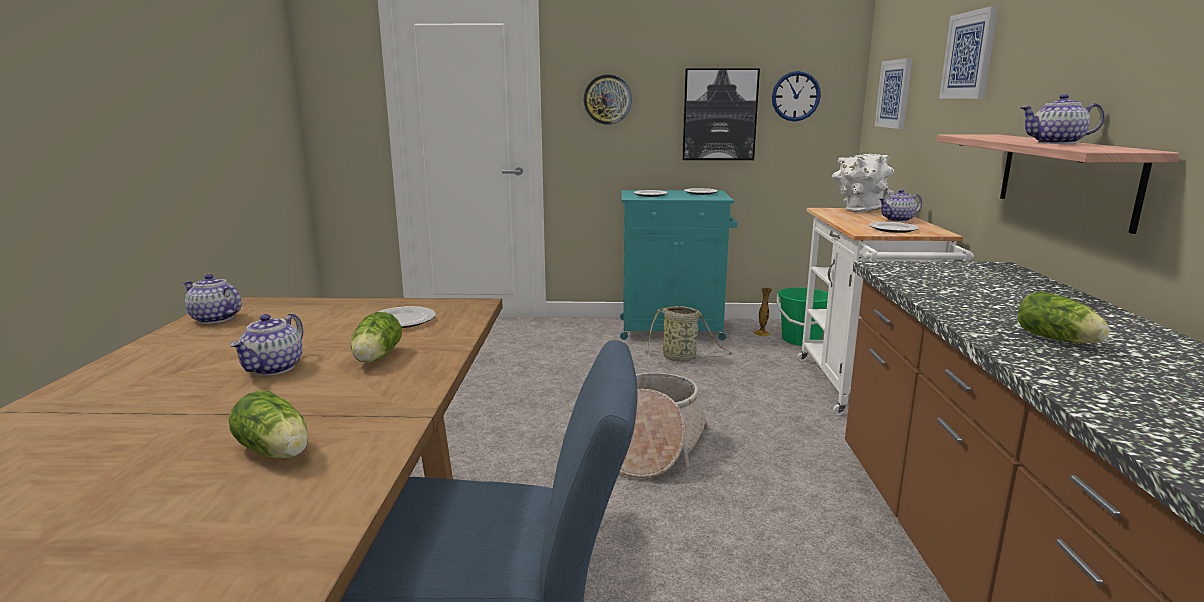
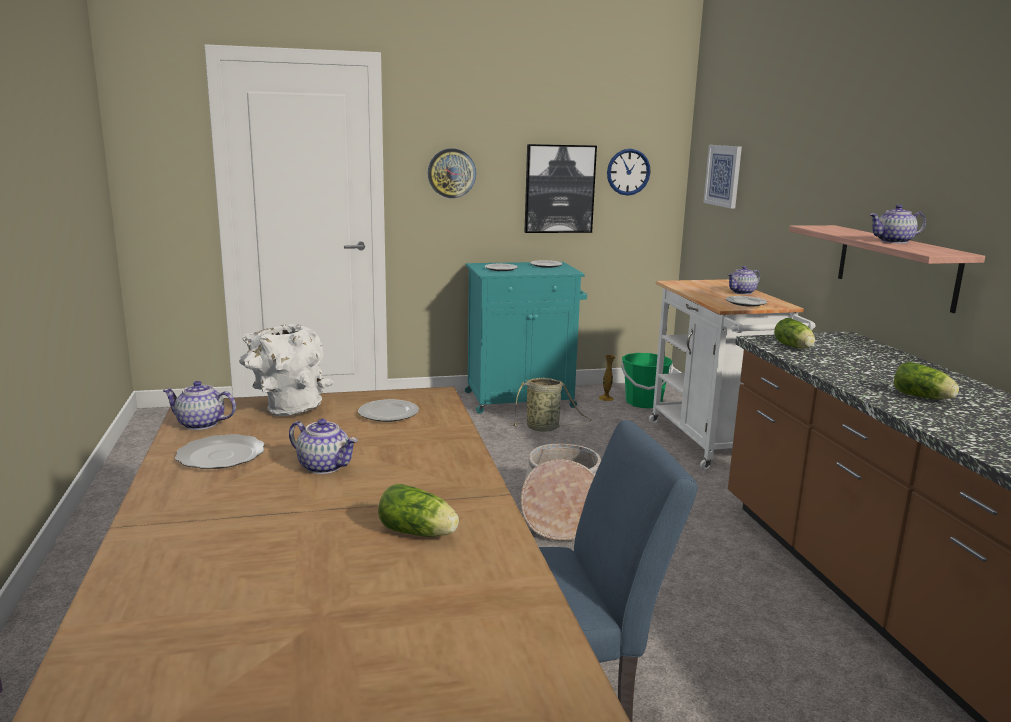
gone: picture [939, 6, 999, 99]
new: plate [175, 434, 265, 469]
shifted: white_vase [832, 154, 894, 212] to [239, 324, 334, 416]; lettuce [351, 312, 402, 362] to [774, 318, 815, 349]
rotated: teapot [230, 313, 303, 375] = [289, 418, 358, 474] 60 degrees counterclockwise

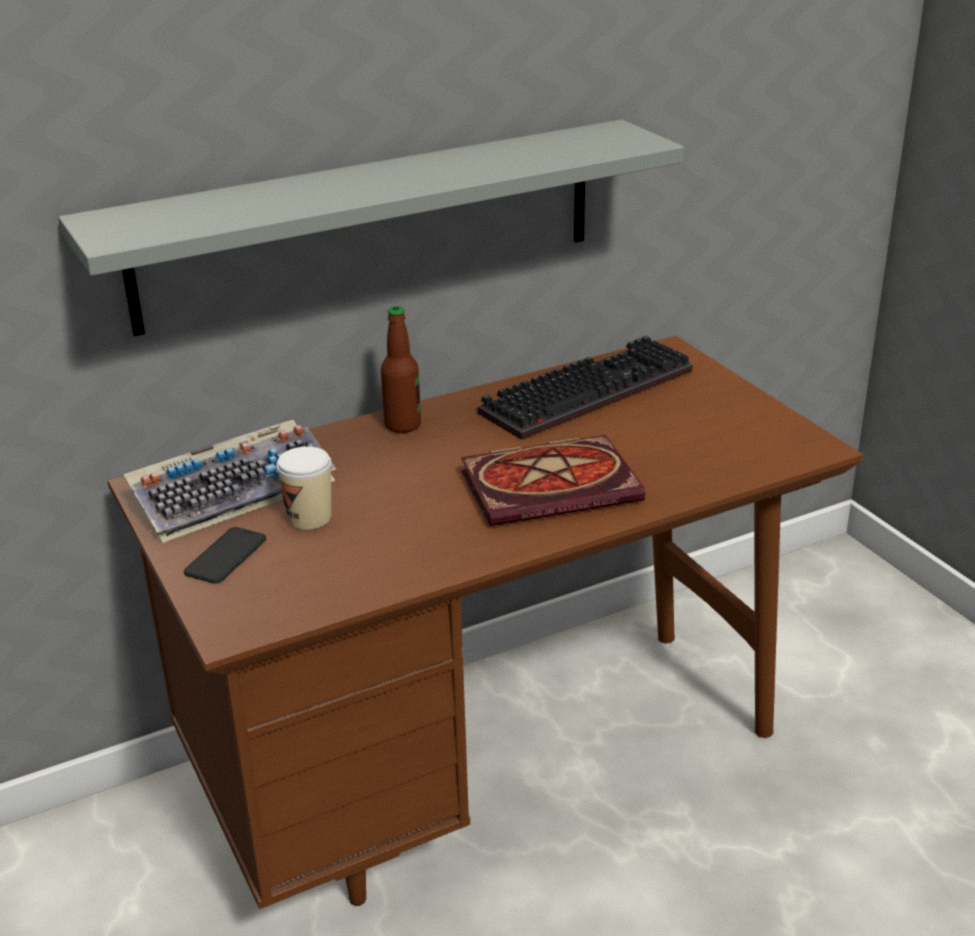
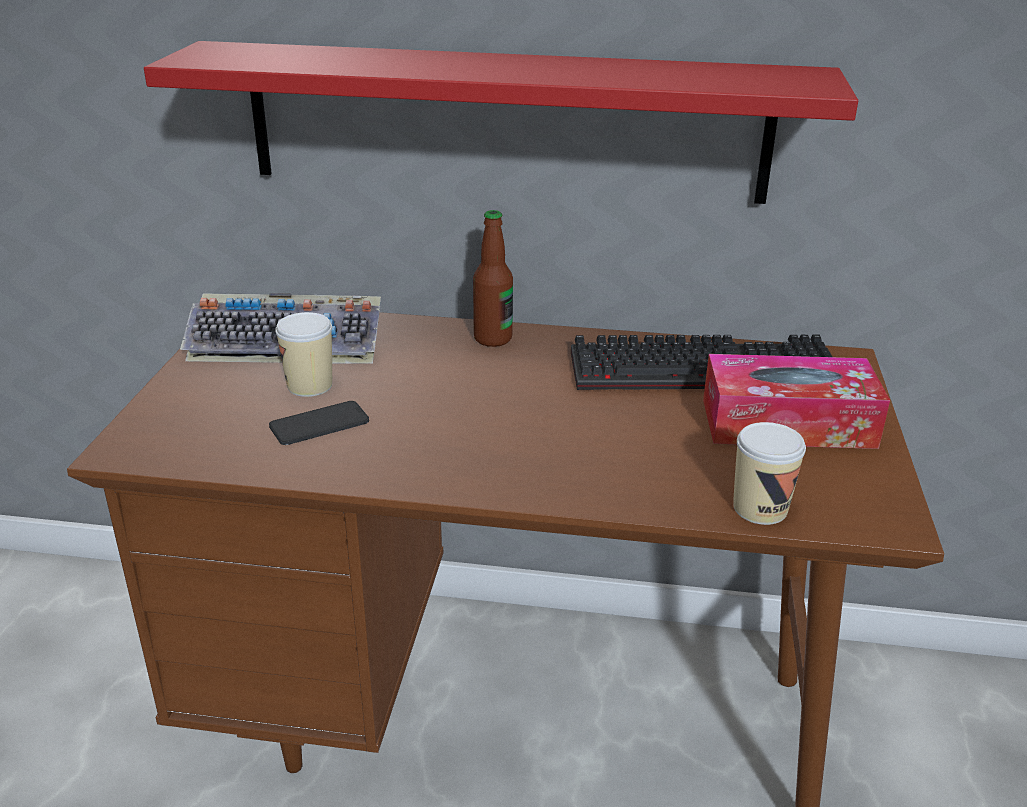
gone: book [461, 435, 645, 526]
new: tissue_box [703, 354, 890, 449]; cup [733, 422, 806, 525]
shifted: phone [184, 527, 266, 584] to [269, 401, 369, 445]
repainted: grey_shelf [58, 120, 684, 336] to red_shelf [144, 41, 858, 204]

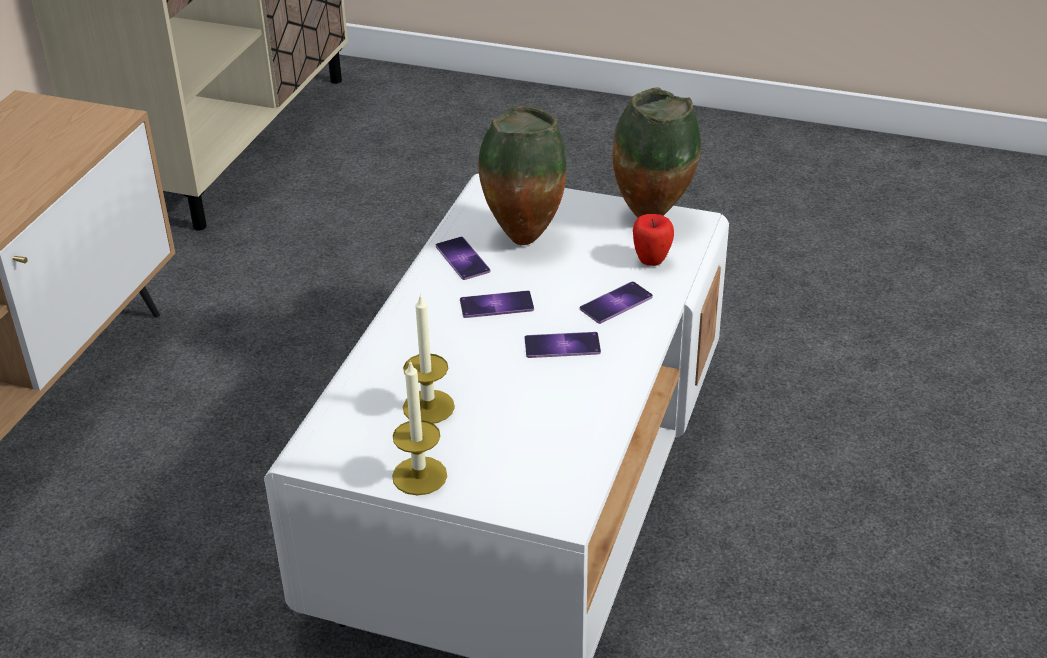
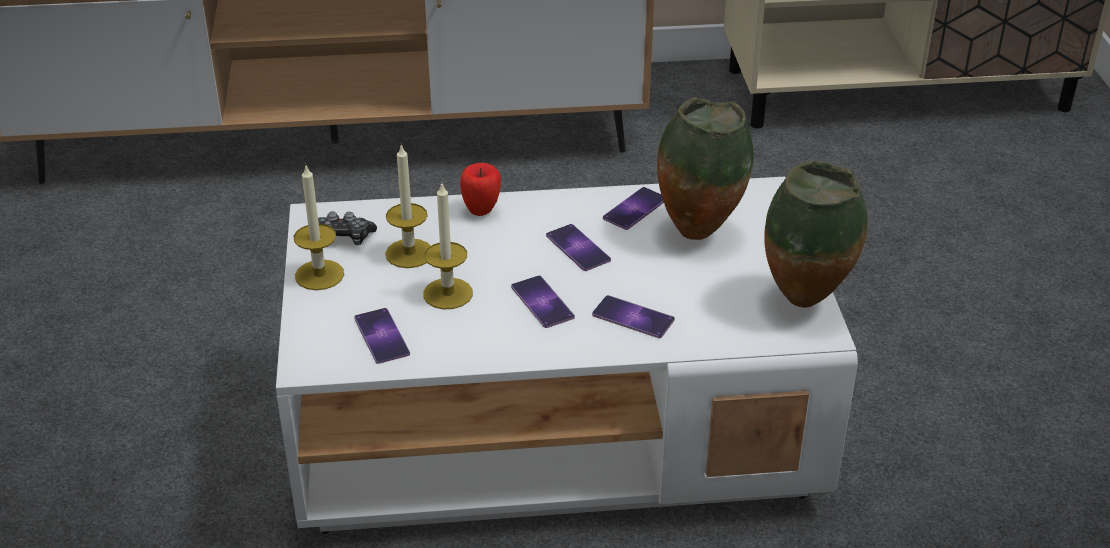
new: game_controller [318, 211, 377, 245]; phone [354, 308, 410, 364]; candle [423, 181, 473, 309]
shifted: apple [633, 214, 674, 266] to [460, 163, 501, 216]

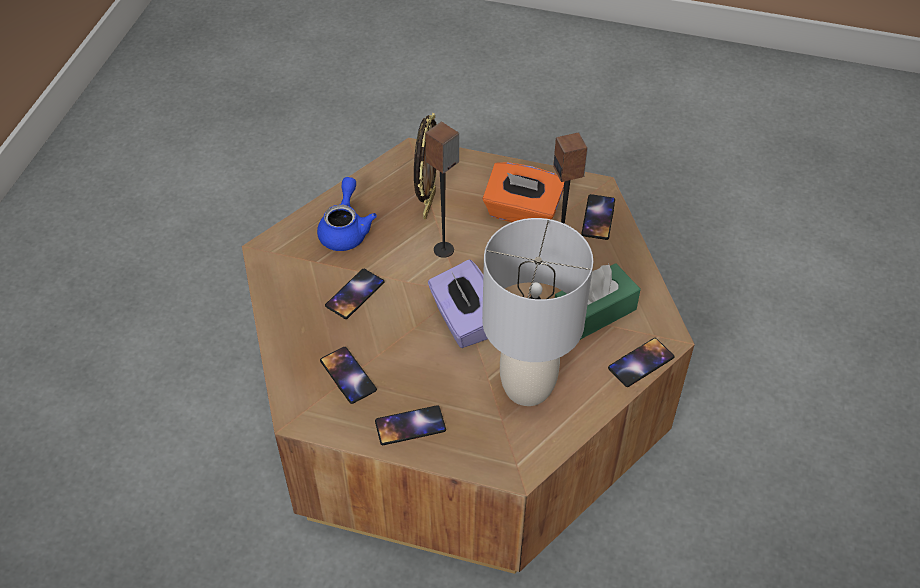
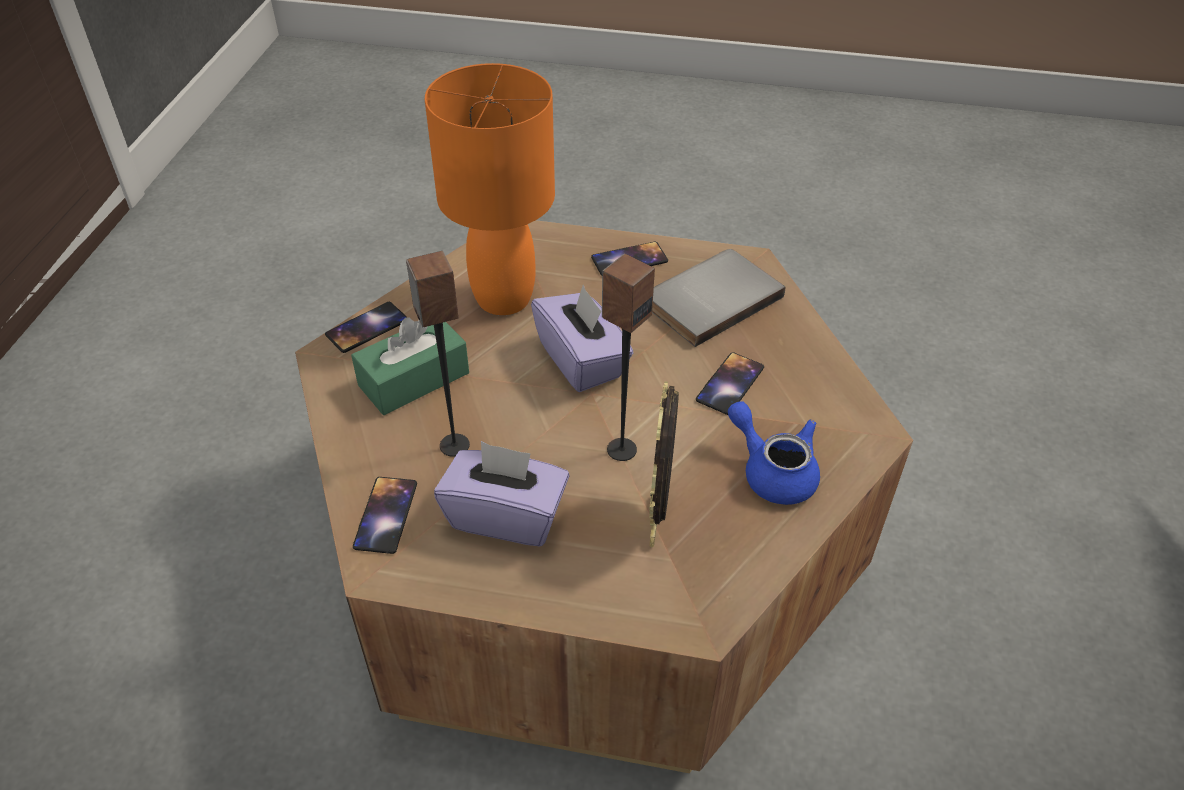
swapped: phone [320, 347, 377, 404] to grey_book [652, 249, 785, 347]
repainted: grey_table_lamp [482, 218, 593, 406] to orange_table_lamp [425, 63, 555, 315]; orange_tissue_box [482, 162, 564, 222] to purple_tissue_box [434, 441, 569, 546]
rotated: blue_teapot [317, 177, 377, 251] = [728, 401, 820, 505] 135 degrees clockwise

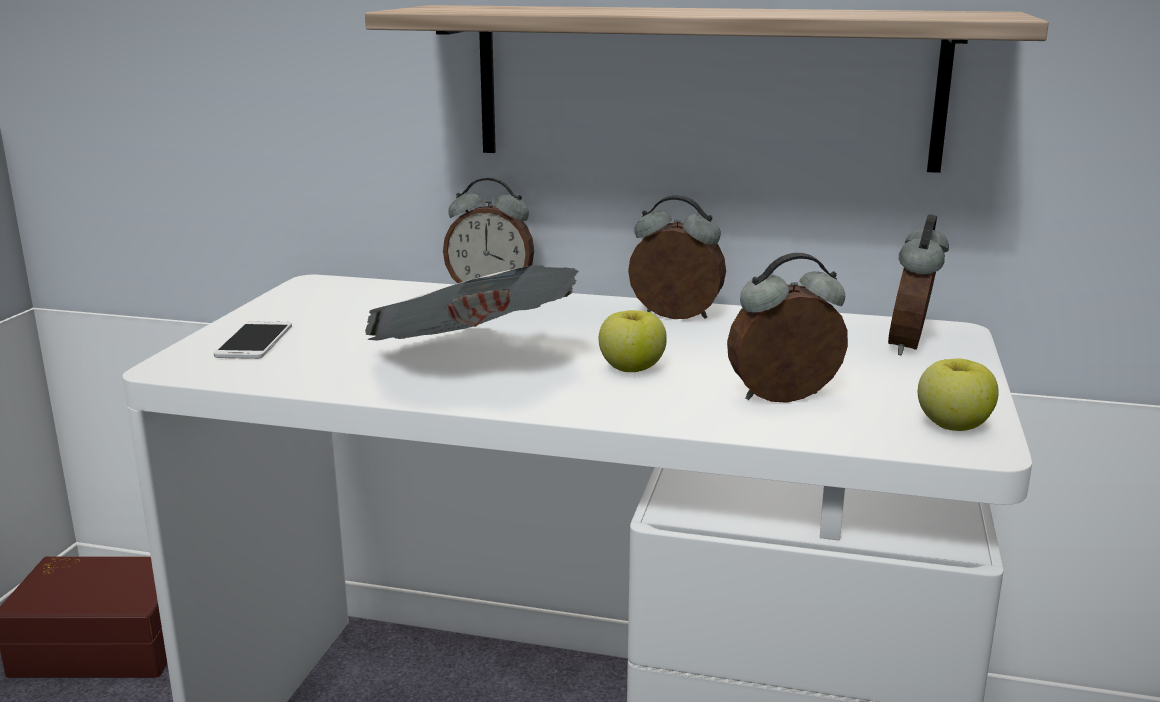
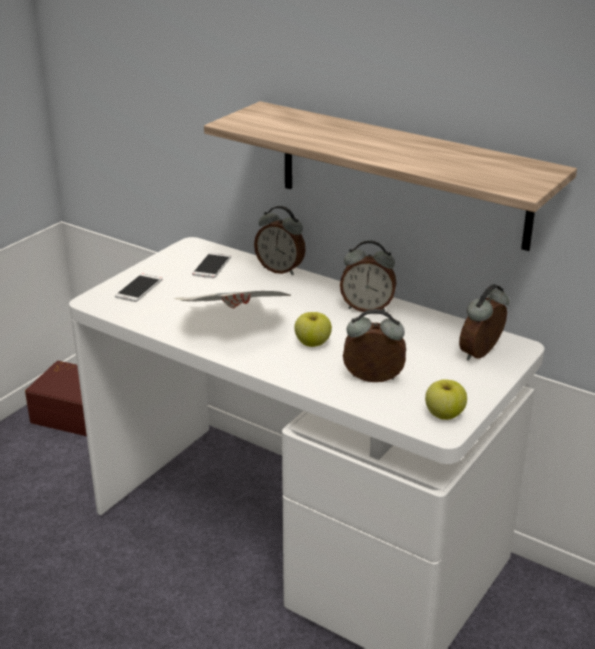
new: phone [192, 252, 231, 278]
rotated: alarm_clock [628, 195, 726, 319] = [340, 240, 396, 312] 150 degrees clockwise

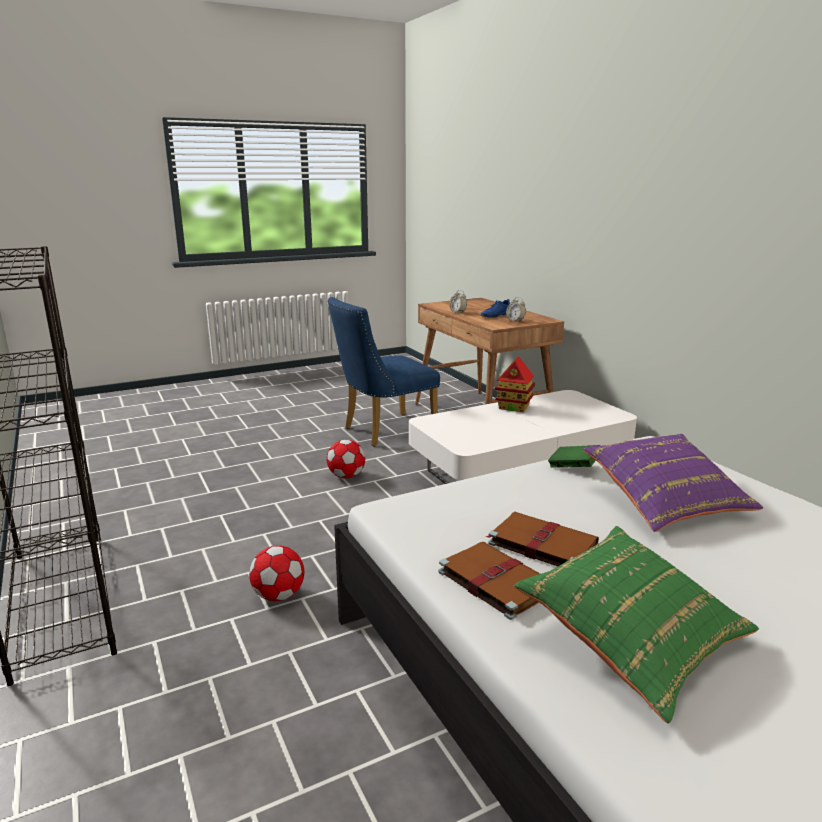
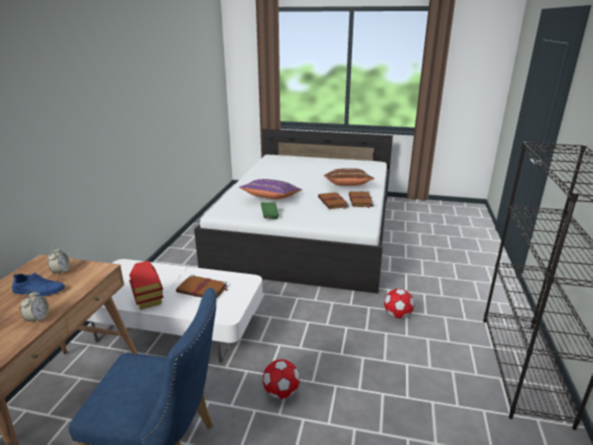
new: brown_book [176, 275, 229, 297]
repainted: green_pillow [514, 526, 759, 724] to brown_pillow [323, 168, 375, 186]

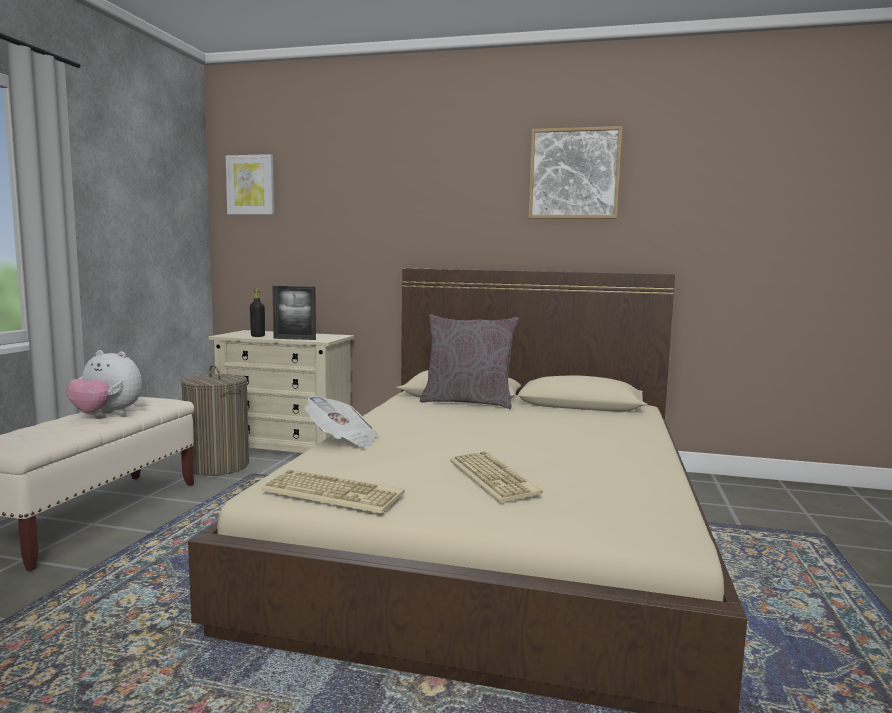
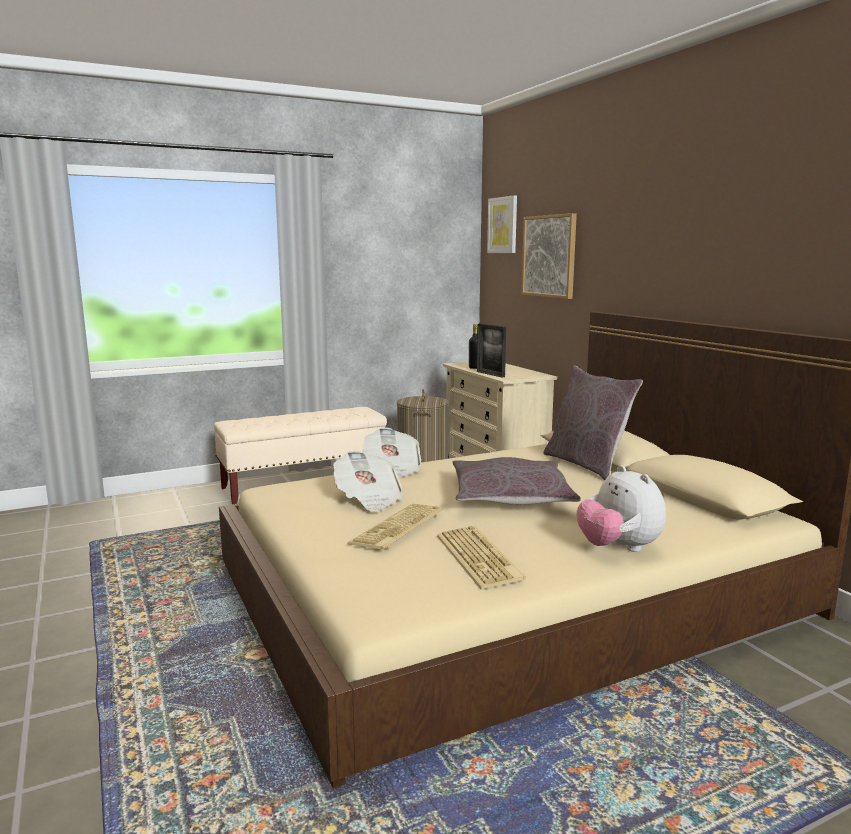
new: newspaper [333, 451, 404, 512]; grey_pillow [453, 457, 581, 505]
shifted: keyboard [261, 470, 405, 513] to [437, 526, 526, 590]; picture [528, 126, 622, 219] to [521, 213, 577, 299]; plush_toy [66, 350, 142, 415] to [577, 465, 666, 552]

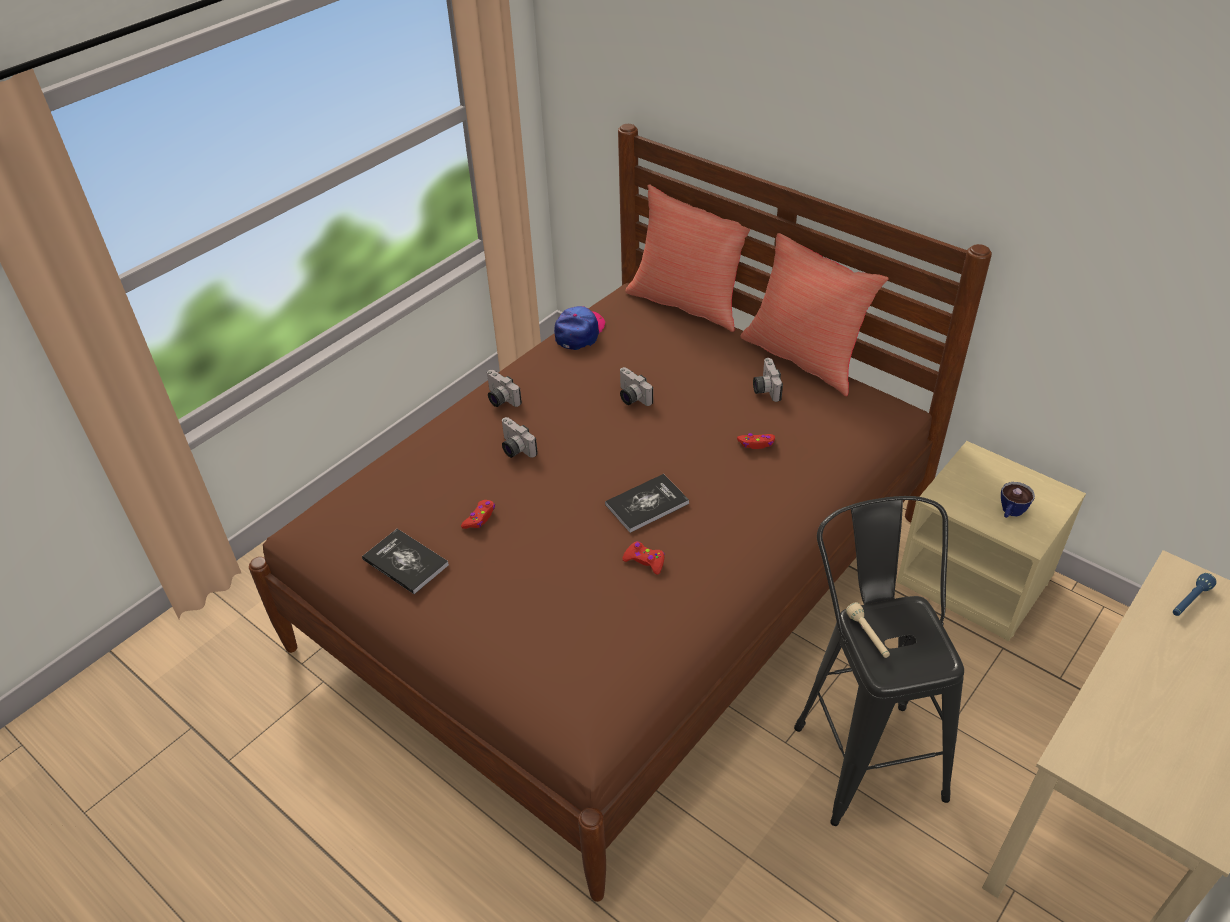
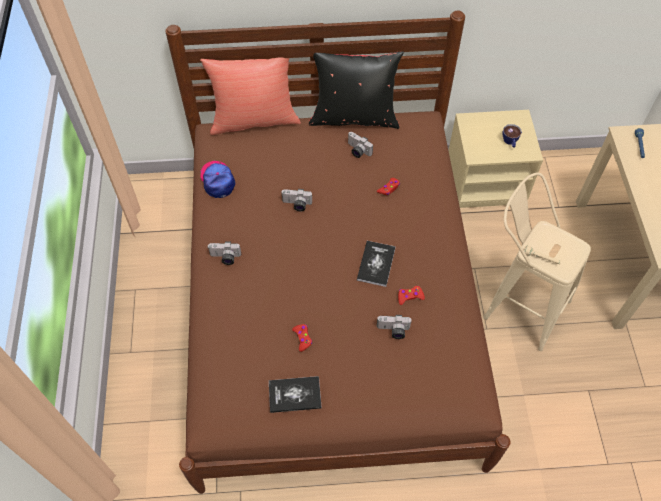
shifted: photo_camera [501, 417, 538, 458] to [377, 315, 412, 339]
repainted: red_pillow [740, 233, 889, 396] to black_pillow [309, 51, 404, 129]; black_stool [794, 496, 964, 826] to beige_stool [483, 173, 591, 351]

